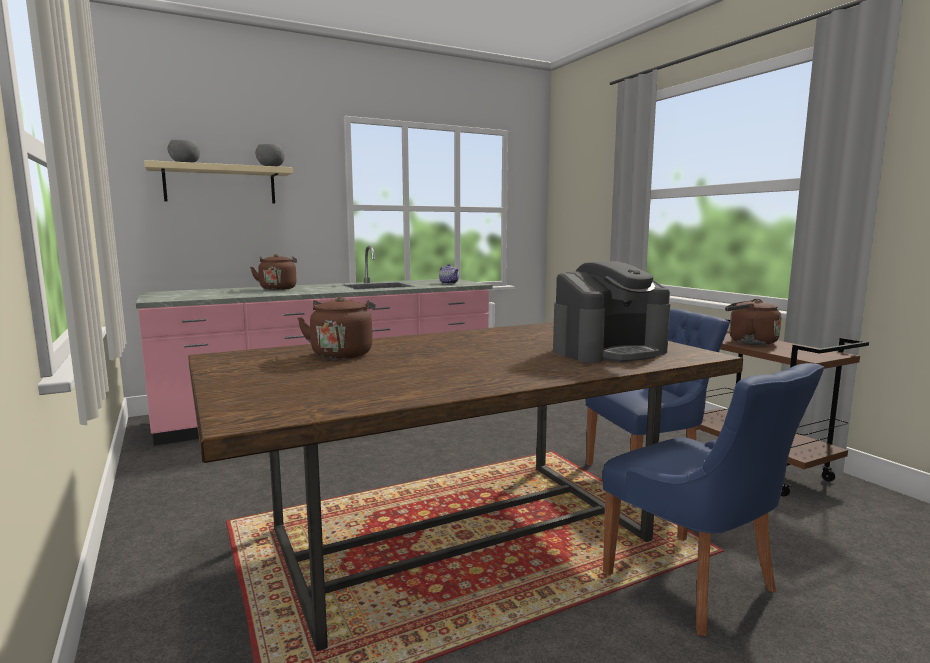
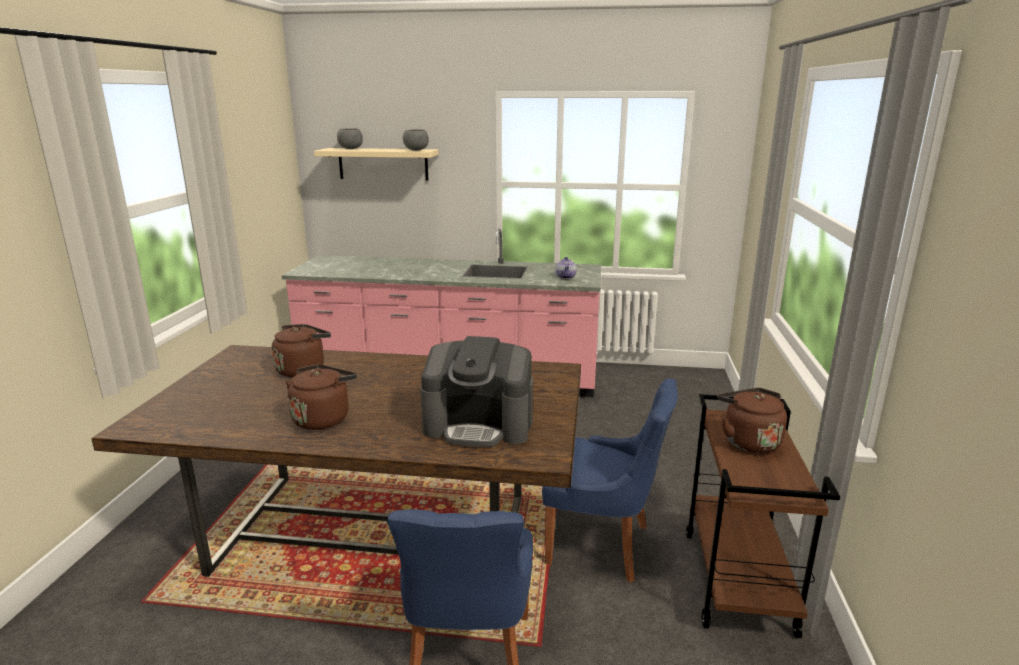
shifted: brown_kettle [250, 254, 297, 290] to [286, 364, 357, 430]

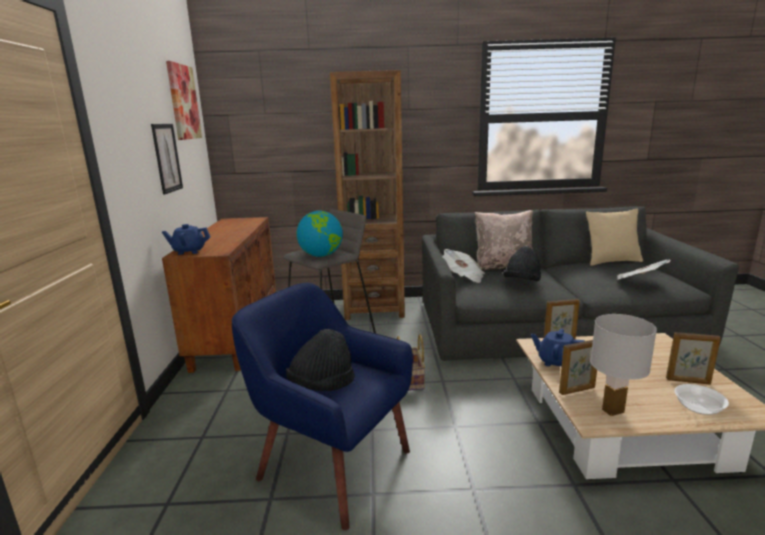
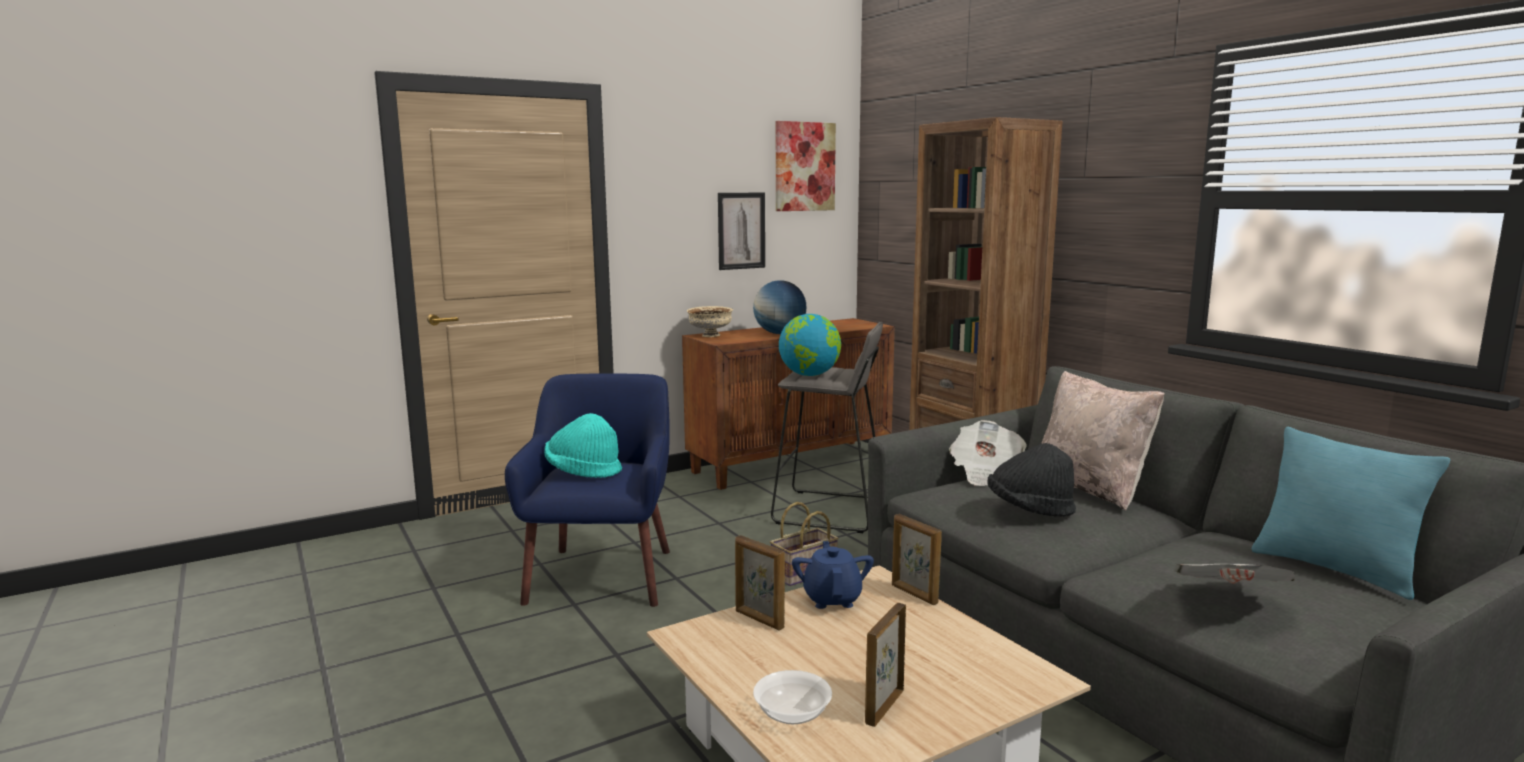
gone: white_table_lamp [590, 314, 657, 416]
new: globe [753, 280, 806, 334]
swapped: blue_teapot [162, 224, 210, 255] to beige_bowl [687, 306, 733, 337]
repainted: black_hat [286, 329, 355, 391] to turquoise_hat [544, 413, 622, 478]; beige_pillow [586, 209, 643, 266] to turquoise_pillow [1252, 427, 1450, 600]
rotated: picture_frame [666, 332, 721, 385] = [865, 603, 906, 727] 45 degrees clockwise

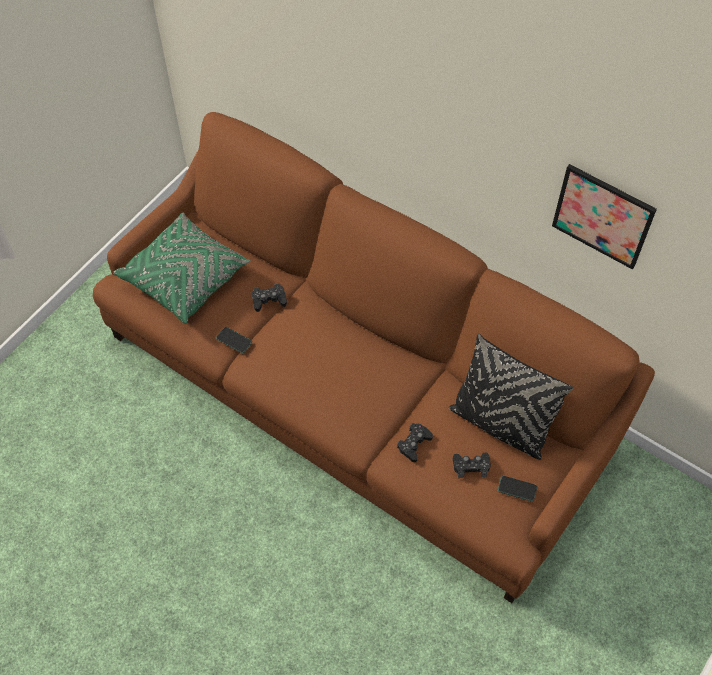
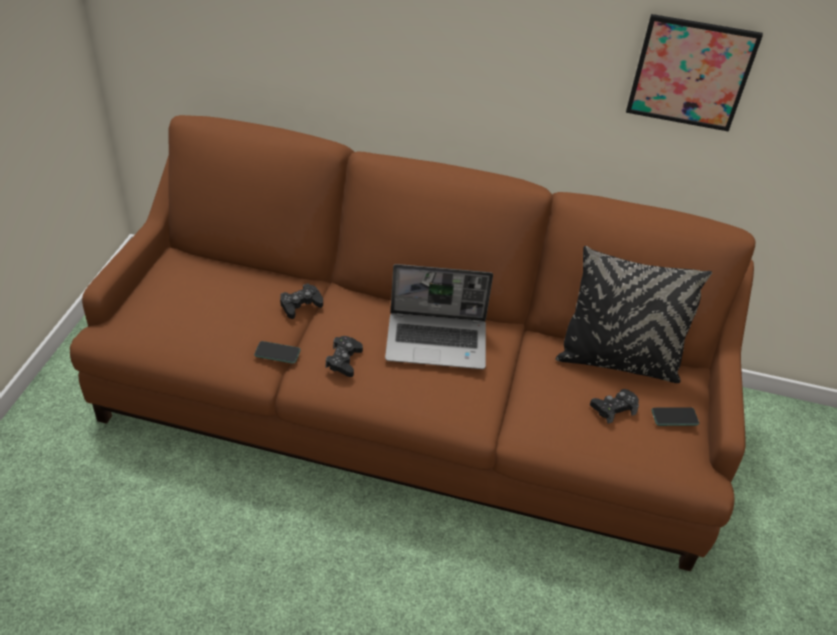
gone: green_pillow [113, 213, 251, 324]
new: laptop [385, 264, 493, 369]
shifted: black_game_controller [397, 423, 433, 462] to [326, 336, 363, 377]

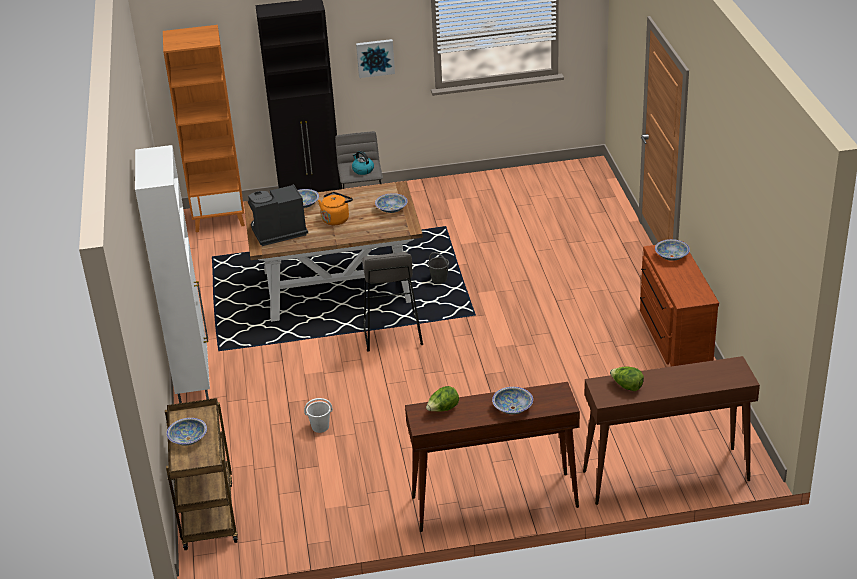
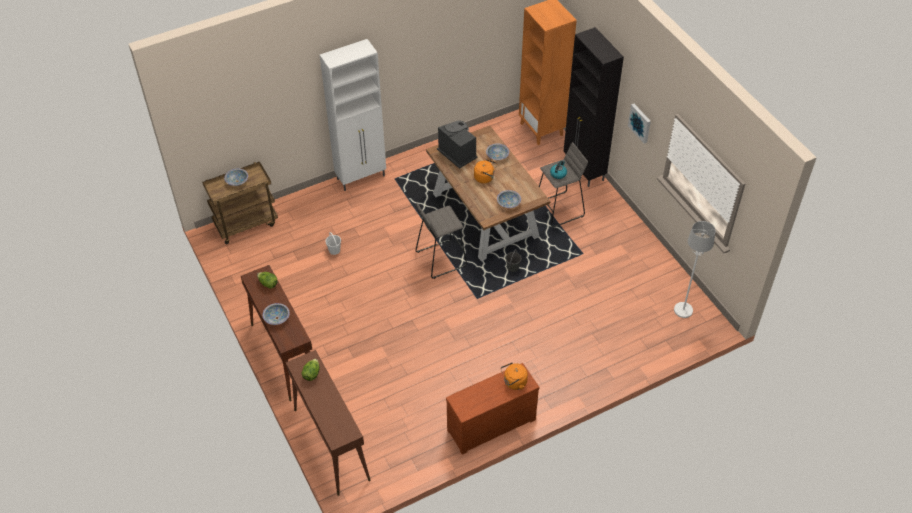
new: white_floor_lamp [674, 221, 716, 318]
swapped: bowl [655, 239, 690, 261] to orange_kettle [501, 362, 528, 390]

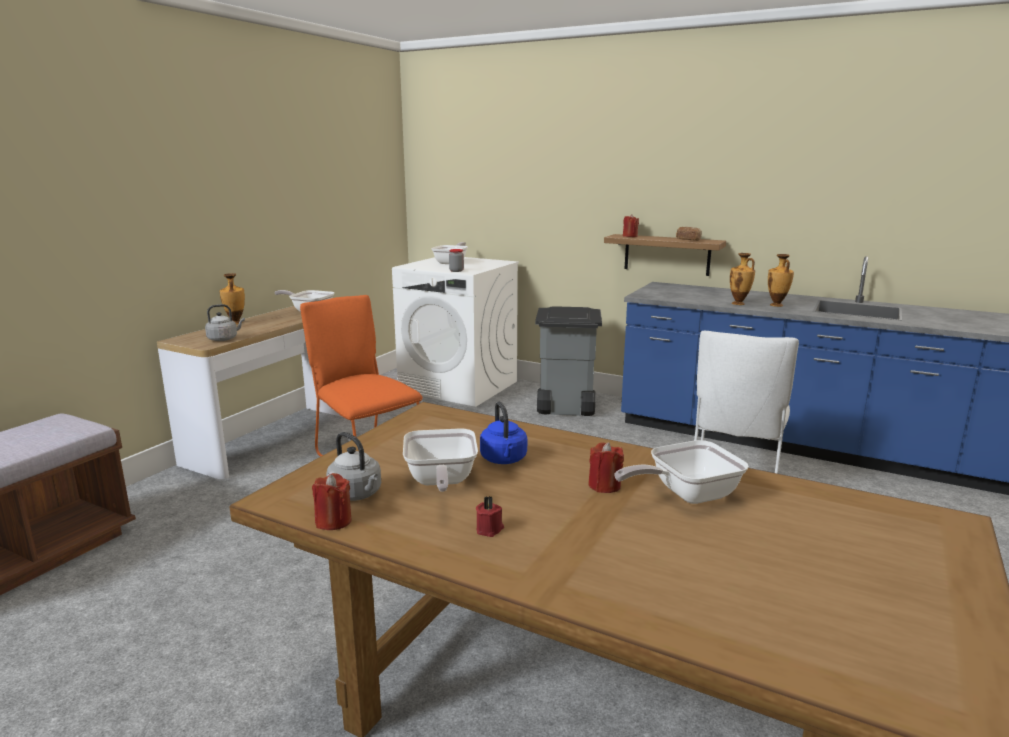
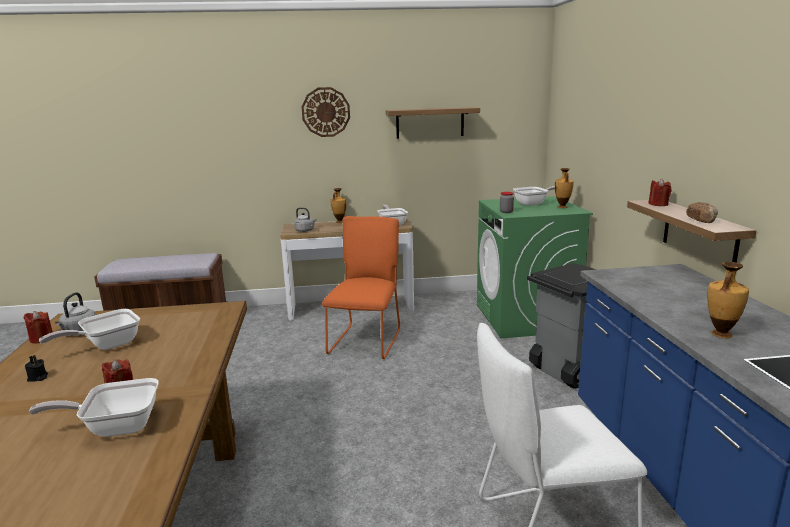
gone: blue_kettle [480, 401, 527, 464]
new: wall_clock [301, 87, 350, 137]; shelf [386, 107, 480, 139]
shifted: vase [730, 253, 755, 305] to [555, 168, 574, 208]
repainted: red_candle [476, 496, 504, 537] to black_candle [25, 355, 48, 382]; white_washing_machine [392, 257, 519, 407] to green_washing_machine [477, 196, 593, 338]
rotated: frying_pan [614, 440, 749, 504] = [29, 378, 159, 437] 45 degrees counterclockwise

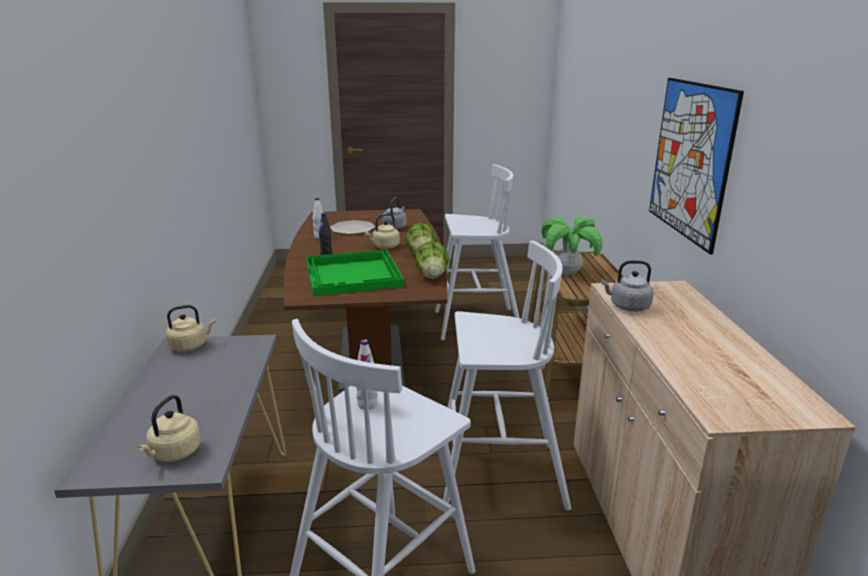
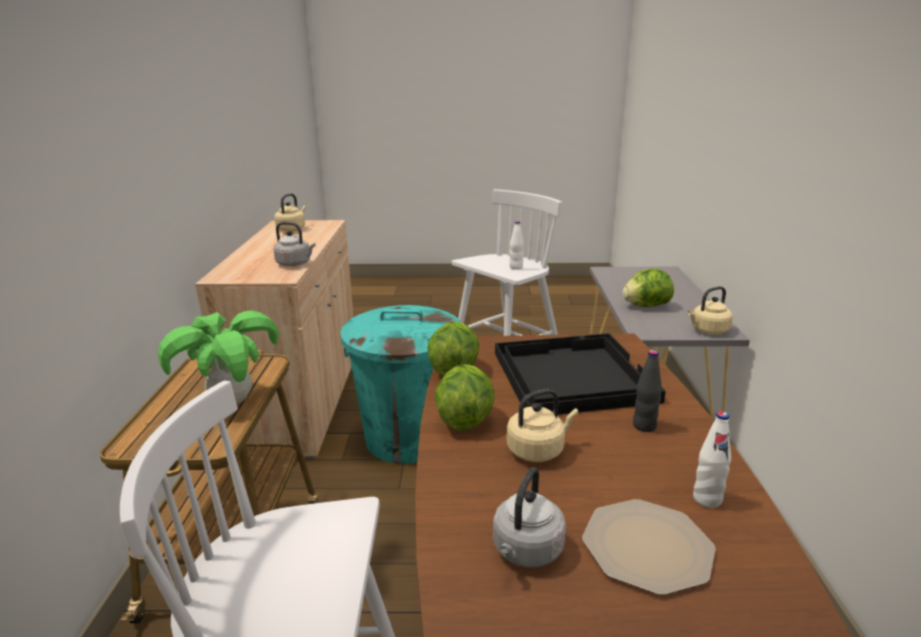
gone: picture [649, 78, 744, 255]
new: lettuce [622, 269, 674, 307]
shifted: beige_kettle [137, 395, 201, 462] to [274, 193, 306, 232]
swapped: white_stool [443, 241, 571, 511] to turquoise_trash_can [340, 305, 461, 464]
repainted: green_tray [306, 250, 404, 296] to black_tray [495, 333, 666, 415]

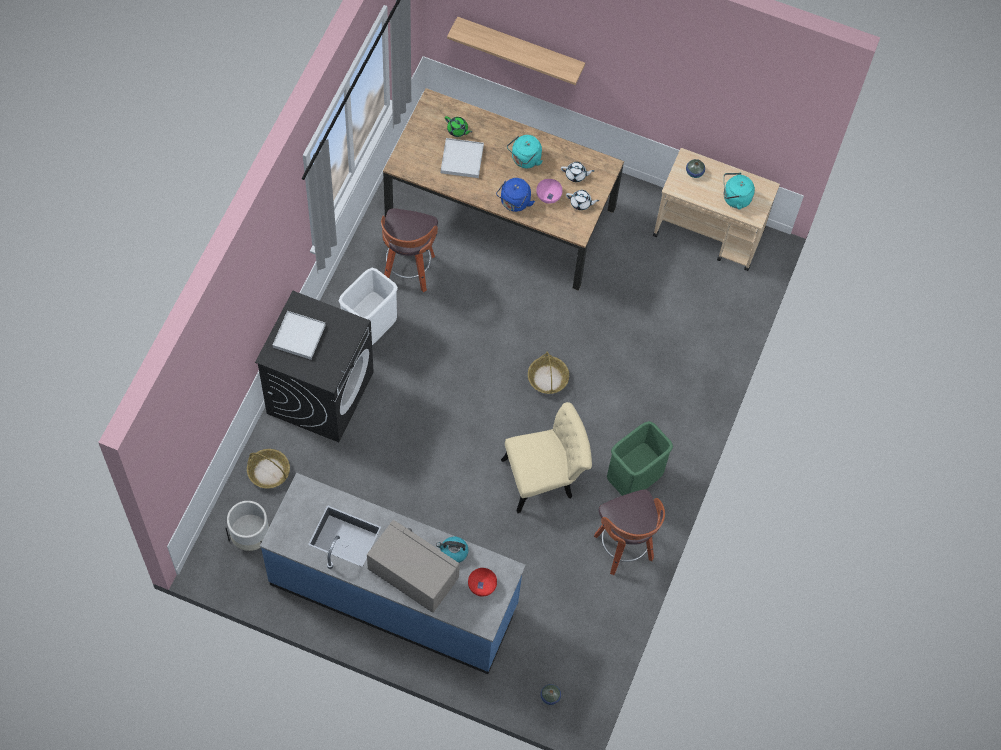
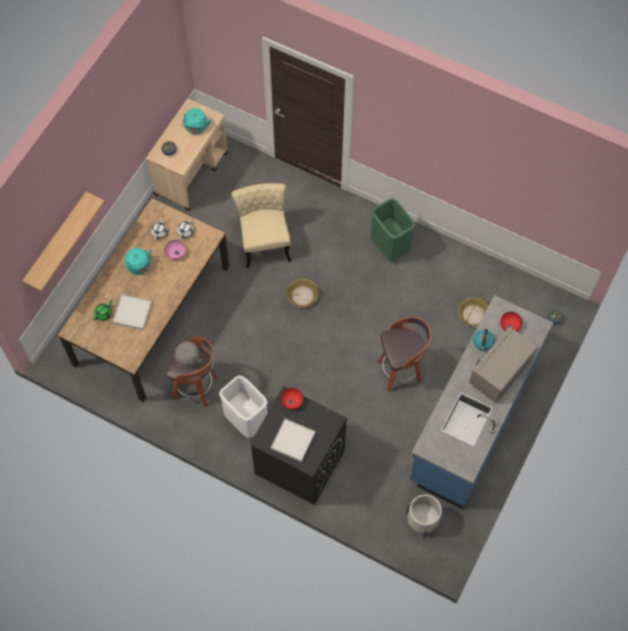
gone: blue_kettle [496, 178, 535, 212]
new: grey_kettle [170, 342, 203, 369]; red_bowl [281, 388, 303, 410]
shifted: beige_chair [501, 402, 592, 513] to [232, 183, 291, 268]; stool [594, 489, 665, 575] to [378, 316, 432, 392]; basket [247, 449, 290, 489] to [458, 296, 489, 327]

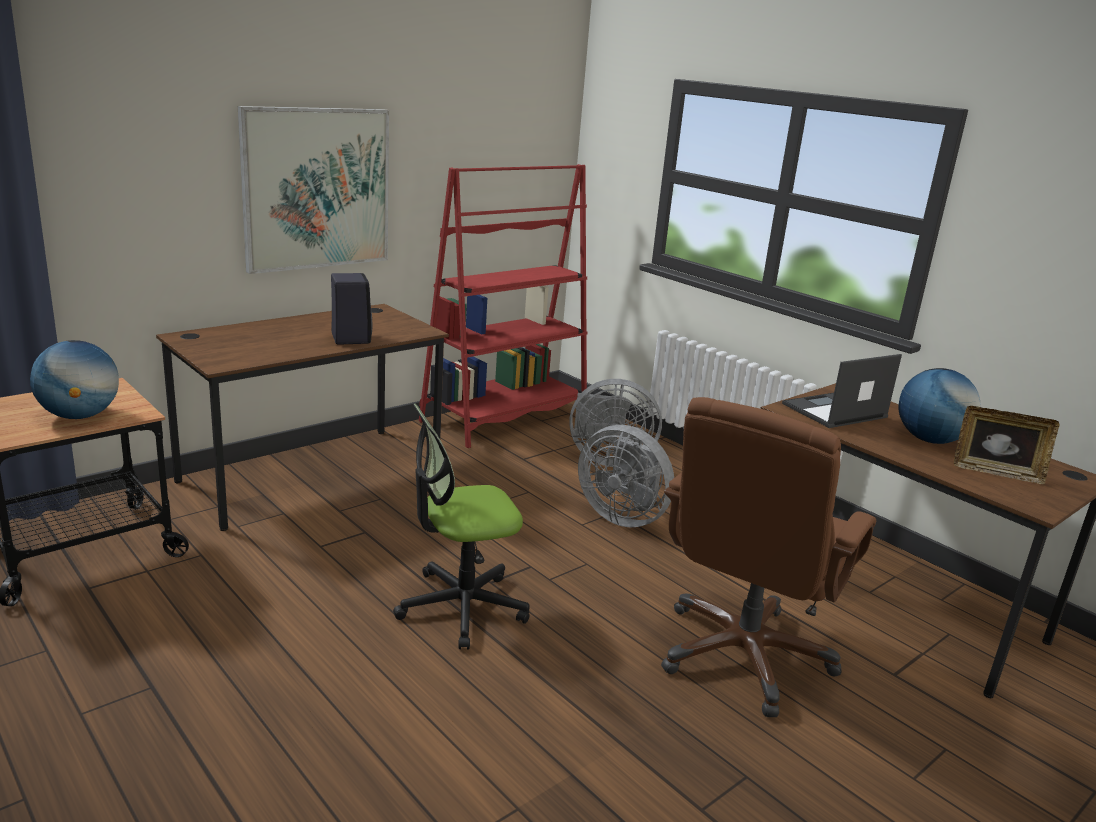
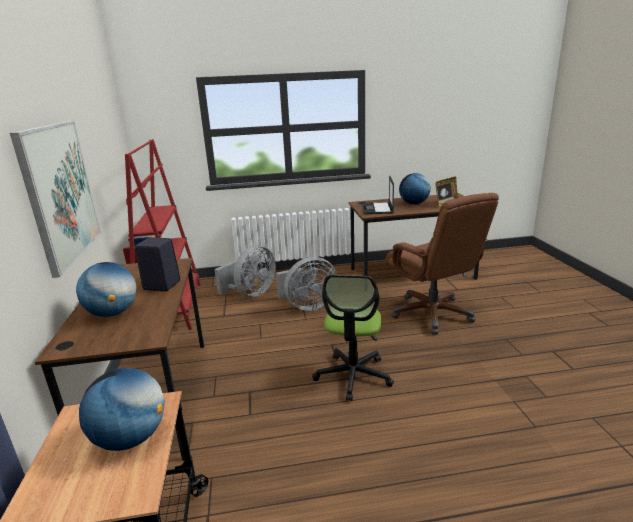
new: globe [76, 262, 137, 317]

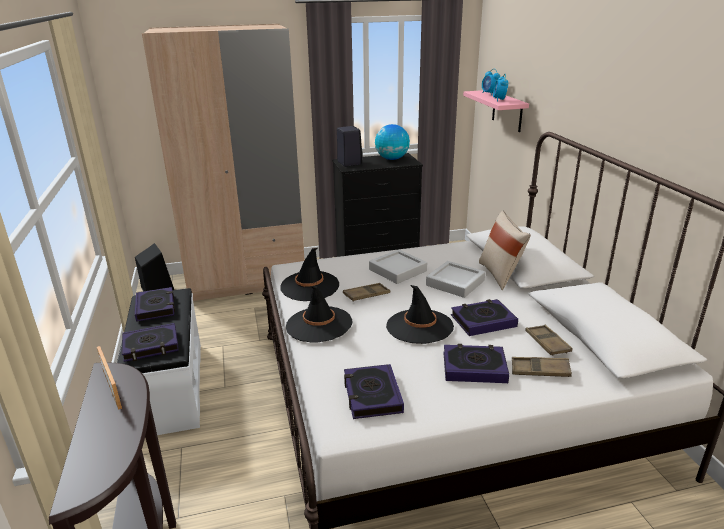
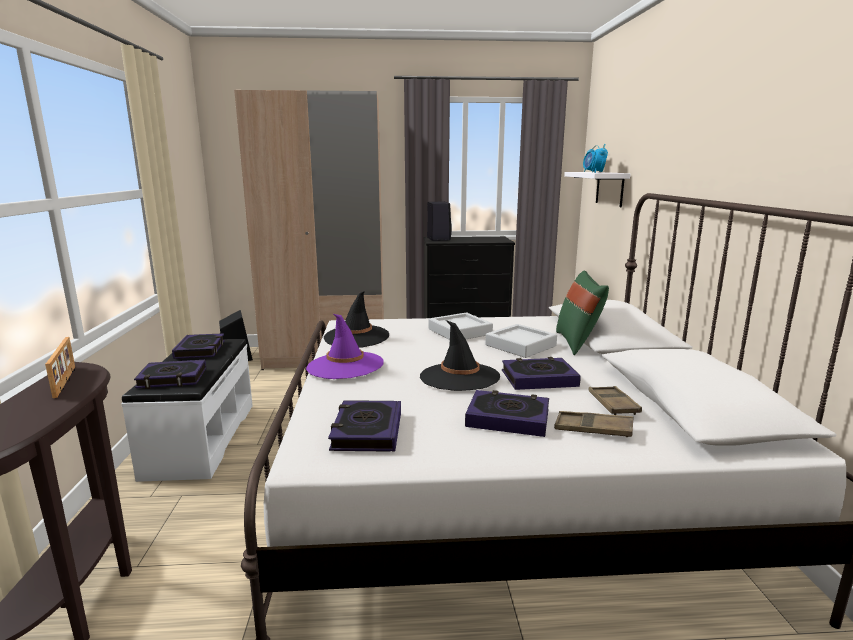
gone: brown_tray [343, 283, 390, 302]; globe [375, 124, 410, 160]
repainted: black_hat [286, 286, 352, 343] to purple_hat [306, 314, 384, 379]; beige_pillow [479, 211, 531, 290] to green_pillow [556, 270, 609, 355]; pink_shelf [463, 90, 529, 132] to white_shelf [564, 172, 630, 207]

